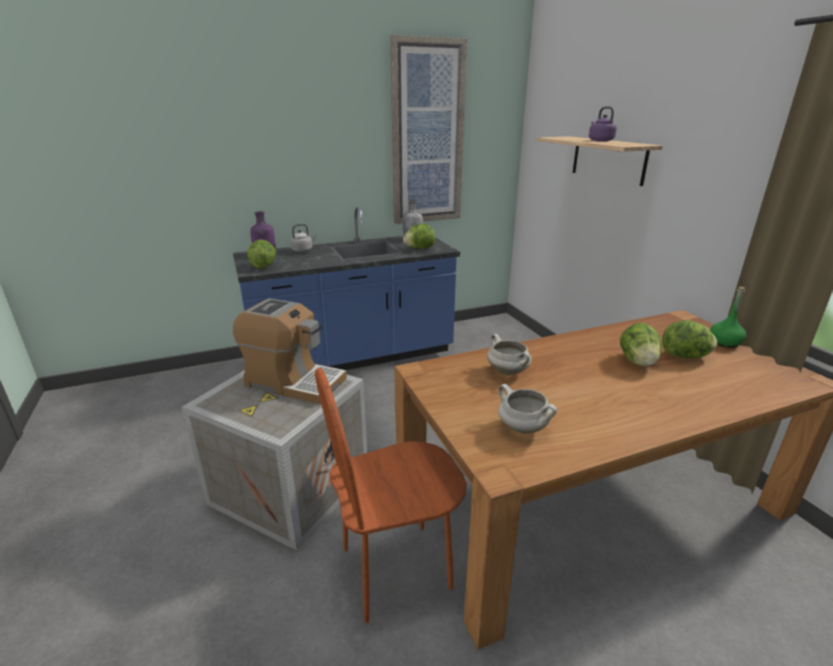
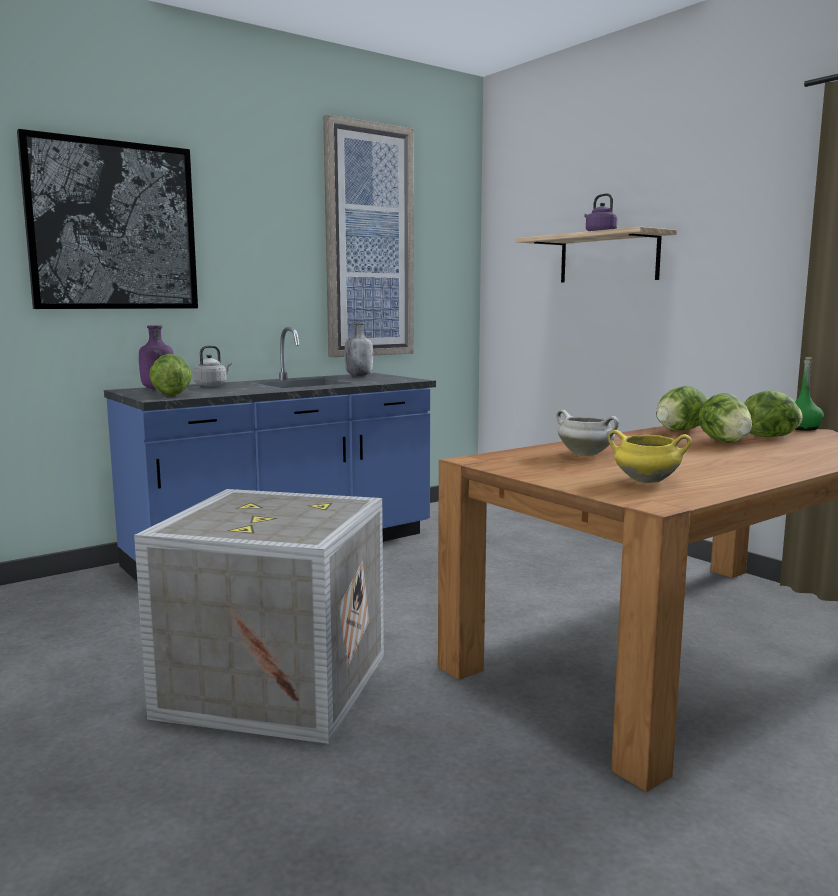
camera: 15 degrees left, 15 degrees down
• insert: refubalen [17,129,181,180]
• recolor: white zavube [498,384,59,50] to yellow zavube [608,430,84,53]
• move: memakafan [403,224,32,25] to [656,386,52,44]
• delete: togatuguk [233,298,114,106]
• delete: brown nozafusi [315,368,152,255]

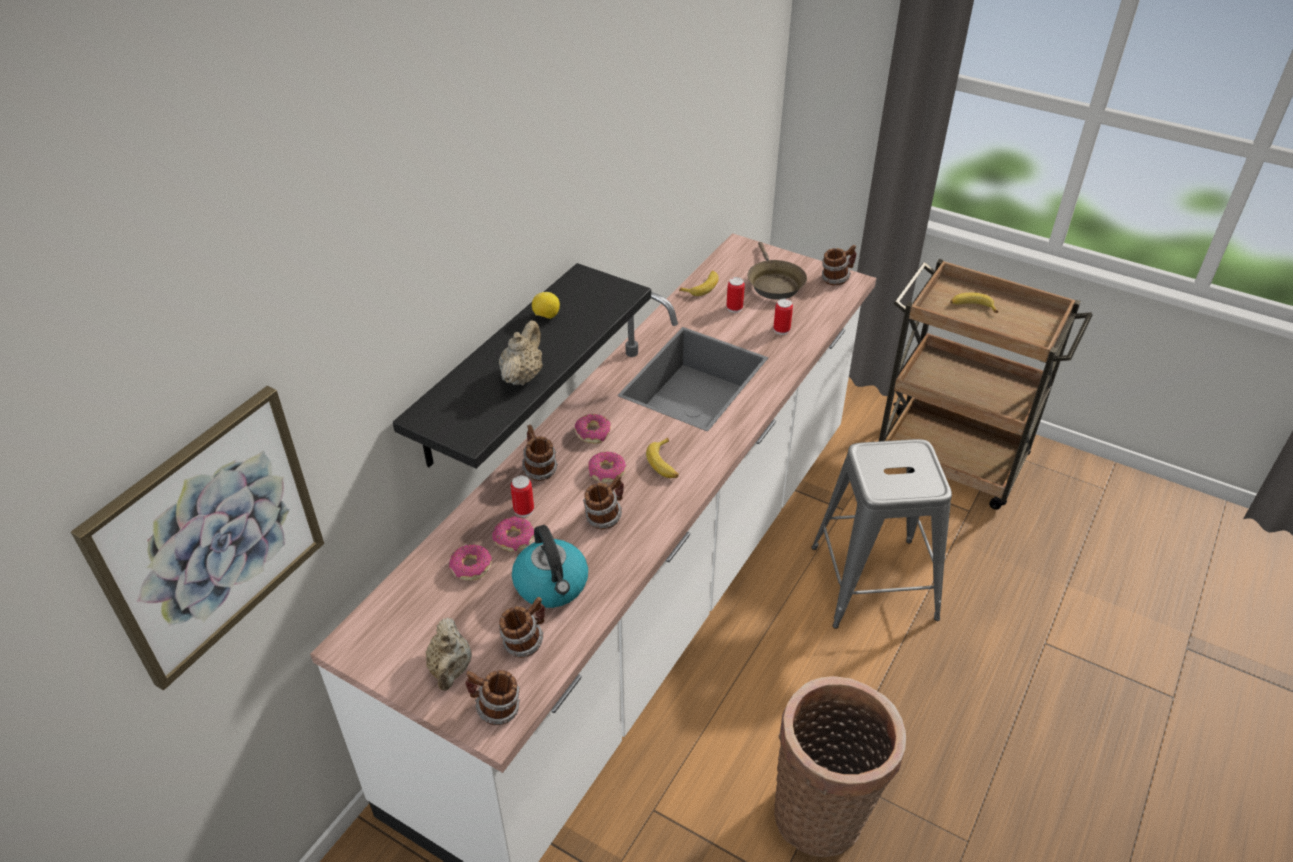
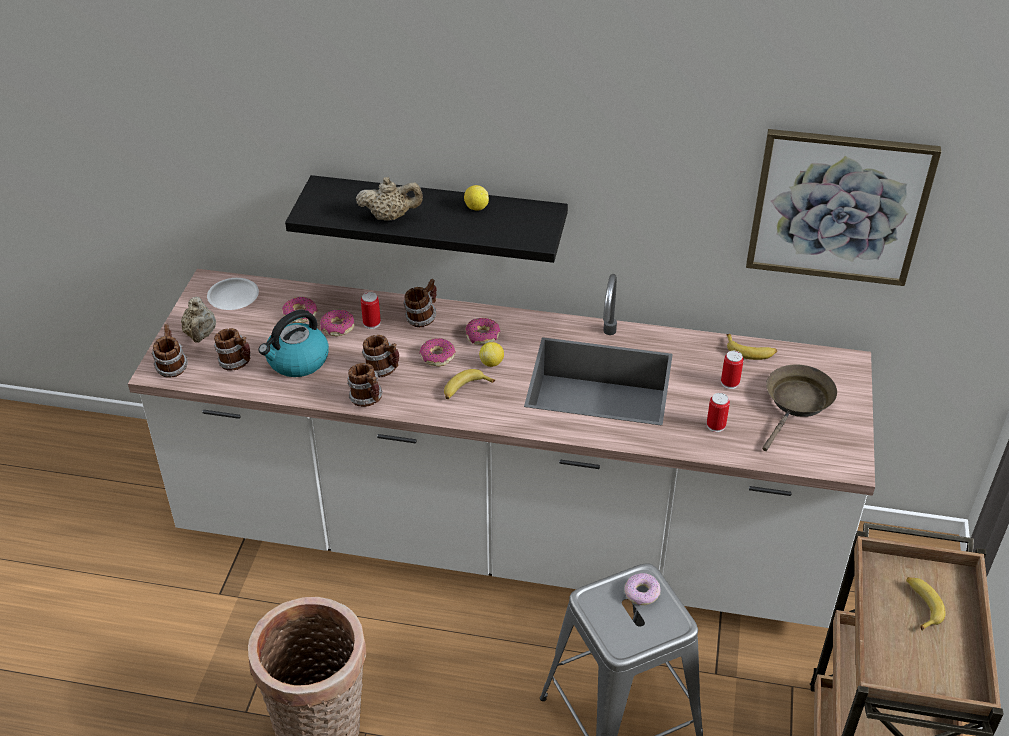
camera: 70 degrees right, 0 degrees up
• rotate: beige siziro [426,617,46,74] = [181,297,35,46] 75 degrees counterclockwise
• insert: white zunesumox [207,278,52,32]
• move: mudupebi [822,245,35,41] to [347,363,36,44]
• insert: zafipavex [479,342,25,25]
• insert: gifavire [625,573,36,32]
• move: refubalen [71,386,253,304] to [746,129,195,157]
• rotate: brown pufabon [747,242,60,58] = [762,364,75,87] 150 degrees clockwise

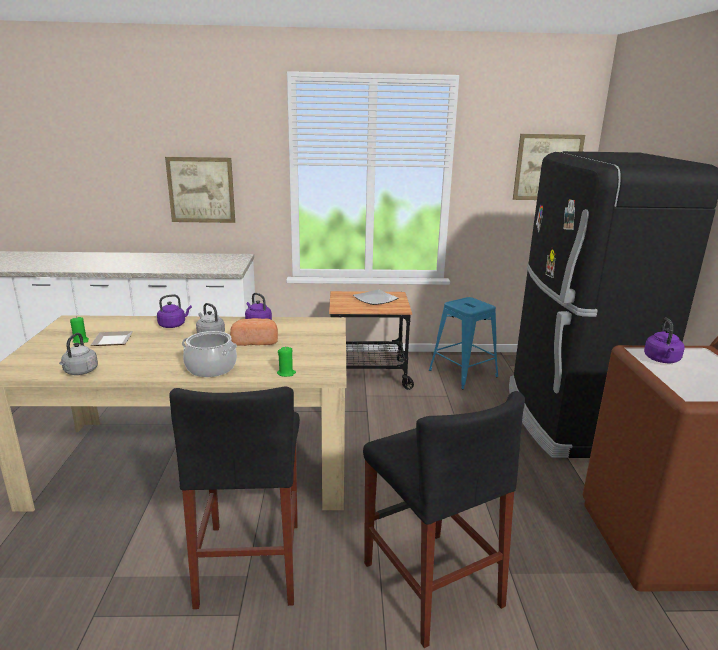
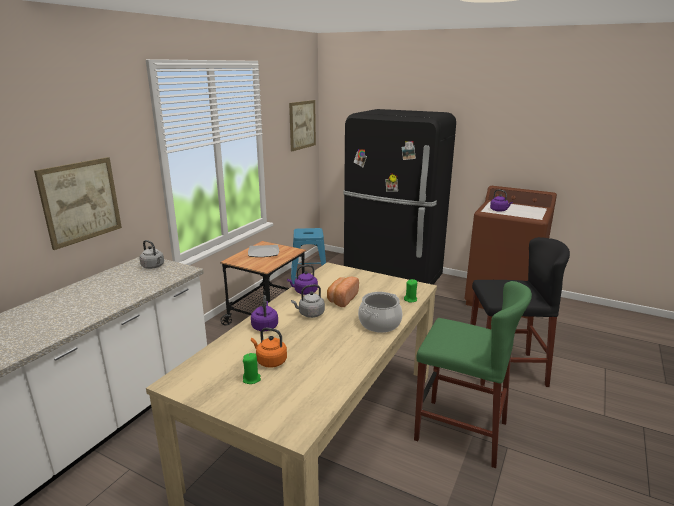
camera: 60 degrees left, 0 degrees up
• move: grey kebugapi [59,333,39,42] to [140,240,24,29]
• replace: zunesumox [91,331,42,15] to orange kebugapi [251,327,36,41]
• recolor: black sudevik [169,386,131,223] to green sudevik [414,281,118,187]

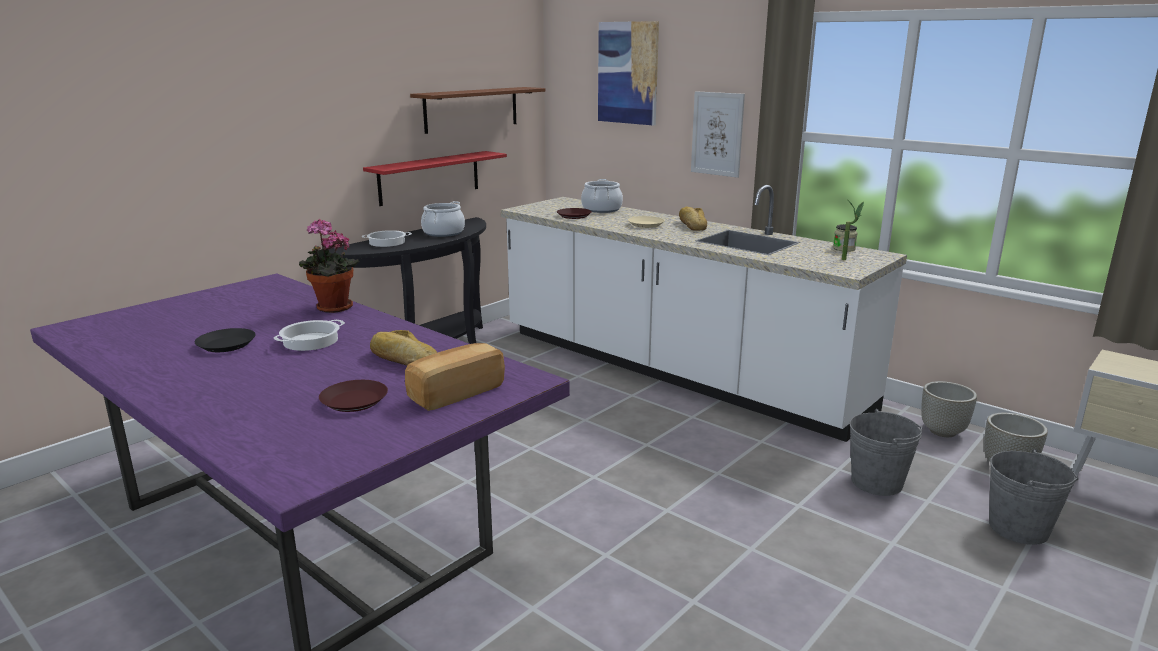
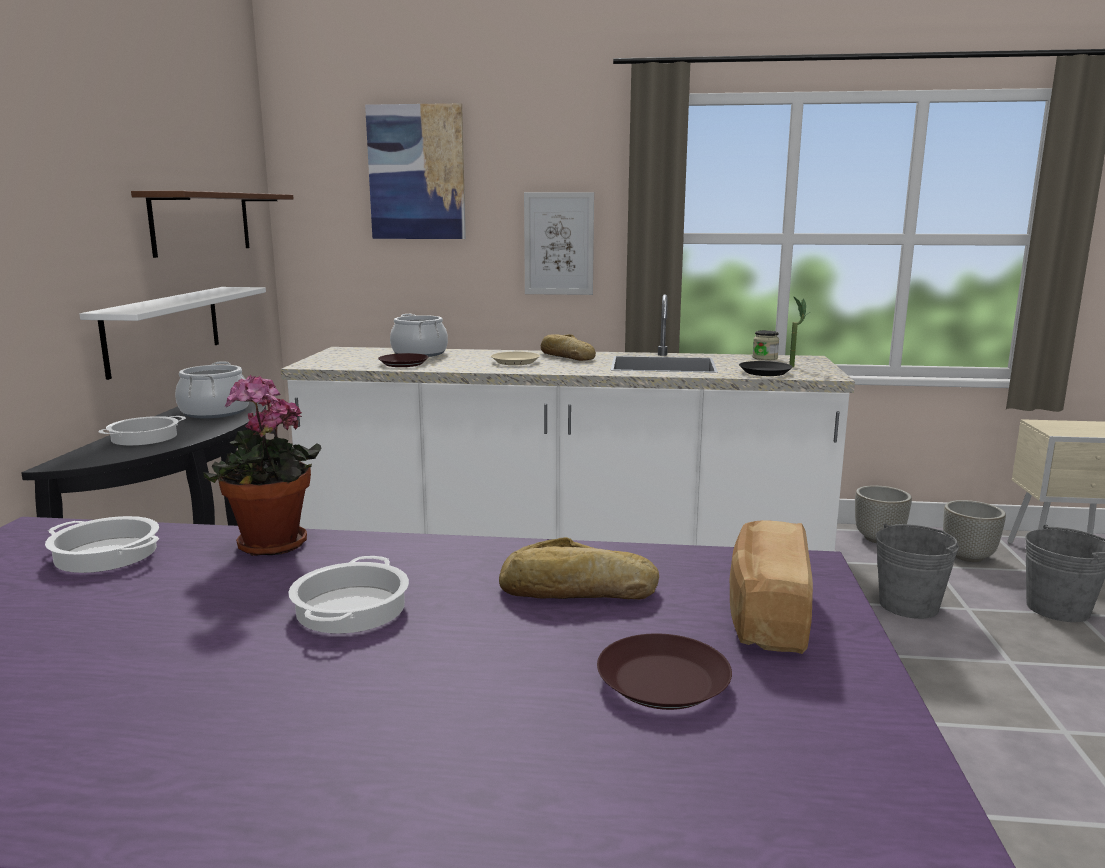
camera: 35 degrees left, 5 degrees down
• insert: zavube [45,516,115,57]
• recolor: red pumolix [363,151,144,55] to white pumolix [79,287,187,93]
• move: black zunesumox [195,328,61,24] to [739,361,54,15]

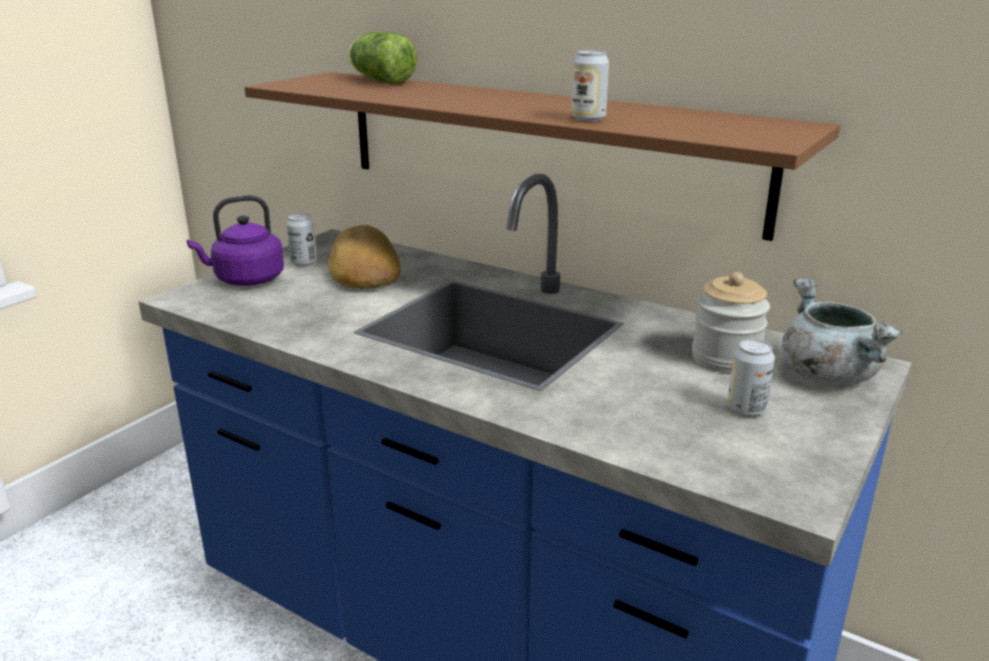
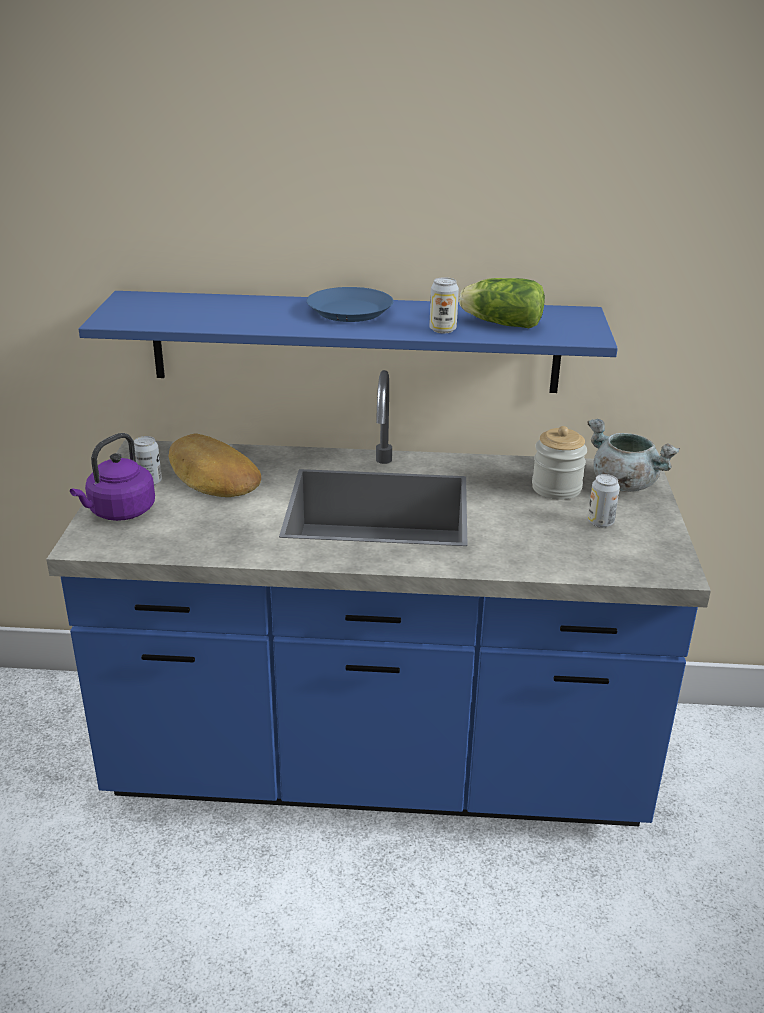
camera: 30 degrees left, 5 degrees up
• recolor: brown pumolix [244,72,596,169] to blue pumolix [79,291,539,102]
• insert: blue zunesumox [307,287,86,35]
• move: memakafan [348,32,69,52] to [459,278,86,50]

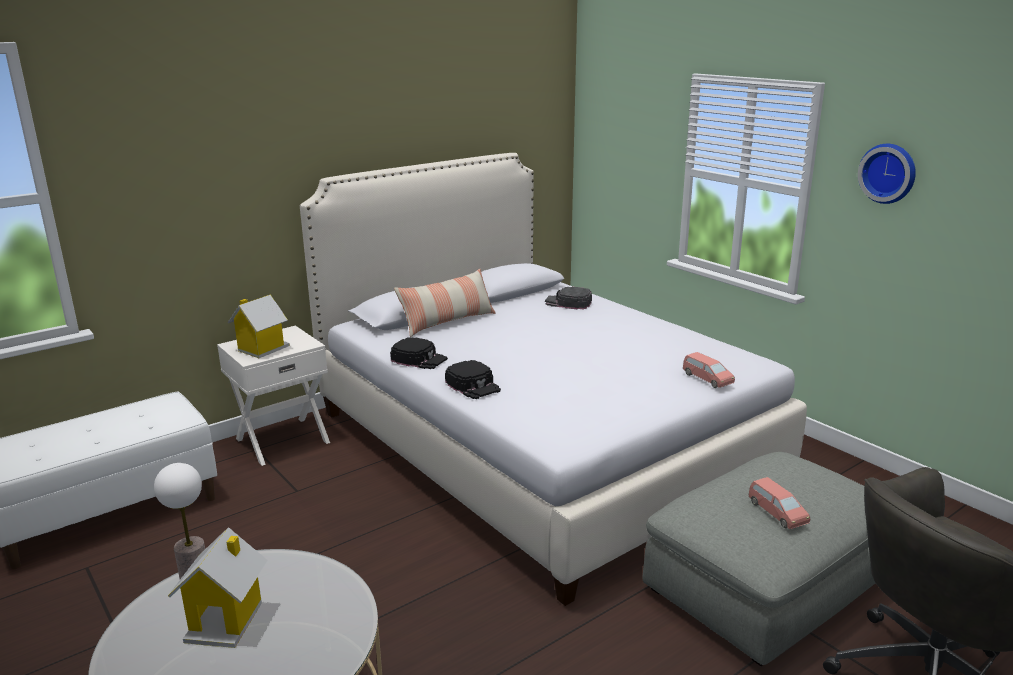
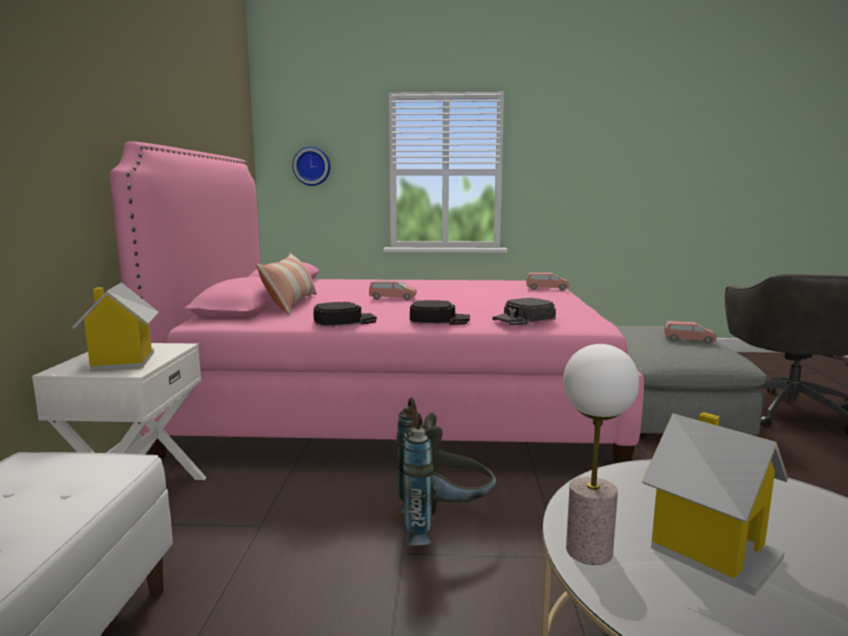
camera: 50 degrees left, 10 degrees down
• recolor: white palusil [300,153,507,453] to pink palusil [110,141,534,323]
• move: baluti [858,144,58,60] to [293,146,37,40]
• insert: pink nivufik [369,280,48,20]
• insert: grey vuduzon [397,397,99,149]
• move: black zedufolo [545,287,47,22] to [492,298,64,27]

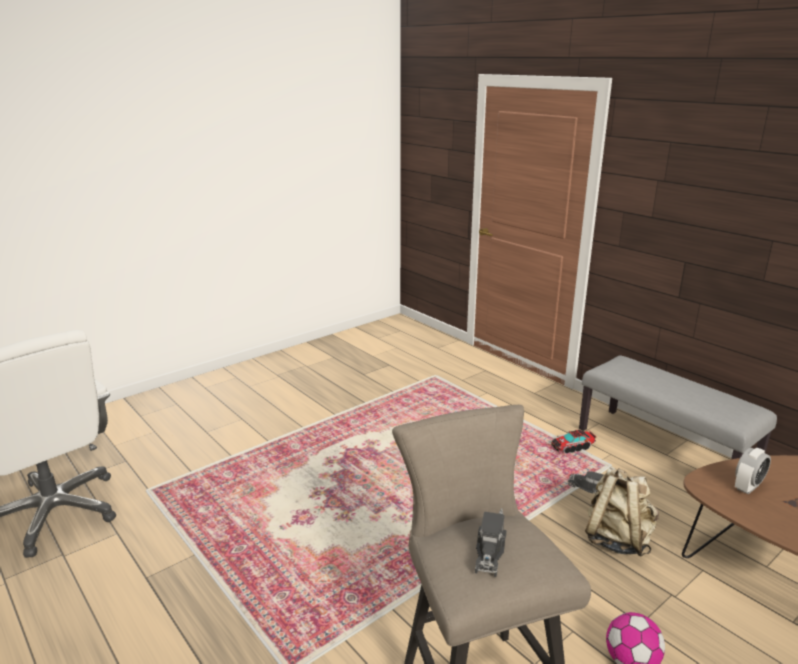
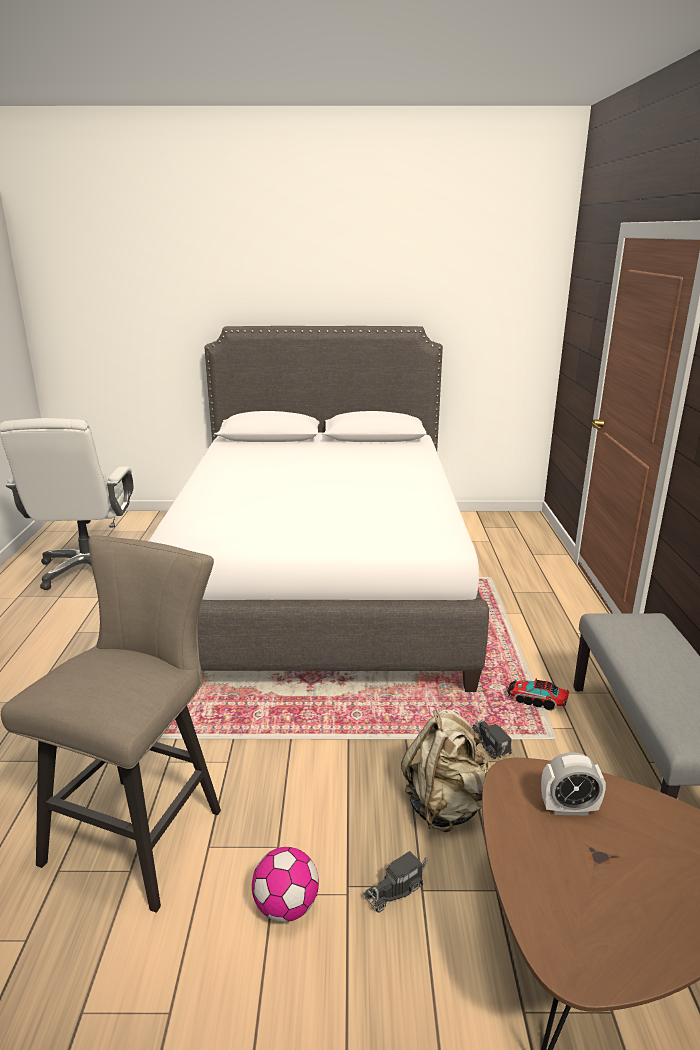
camera: 40 degrees right, 0 degrees up
• insert: white palusil [149,326,340,366]
• move: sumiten [475,508,31,69] to [364,851,63,61]

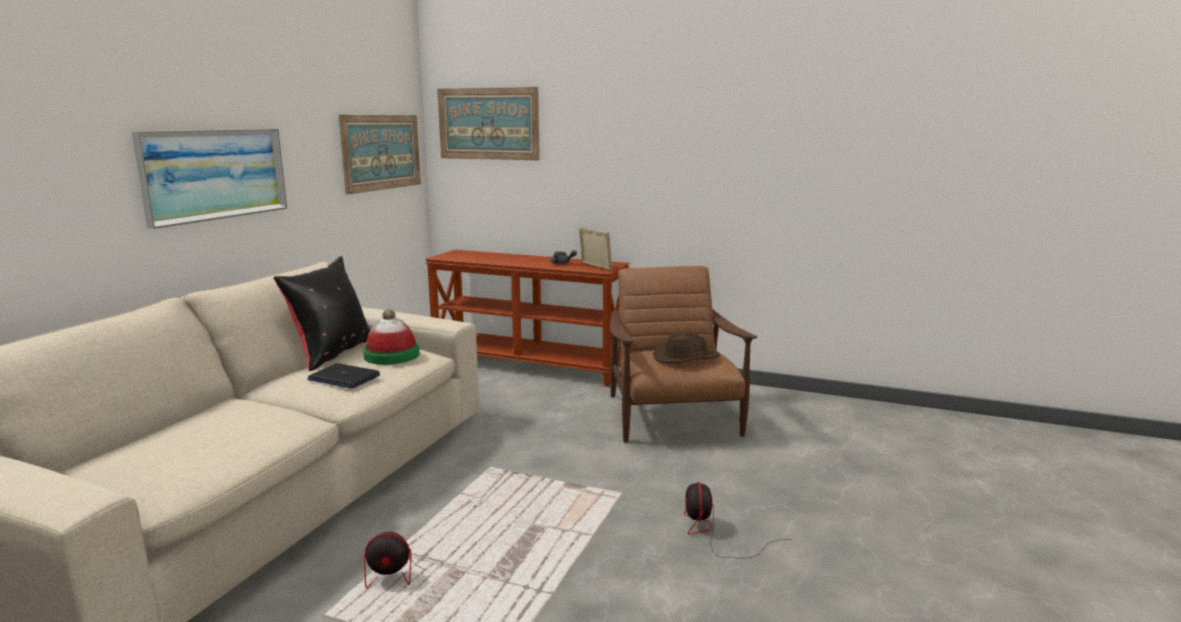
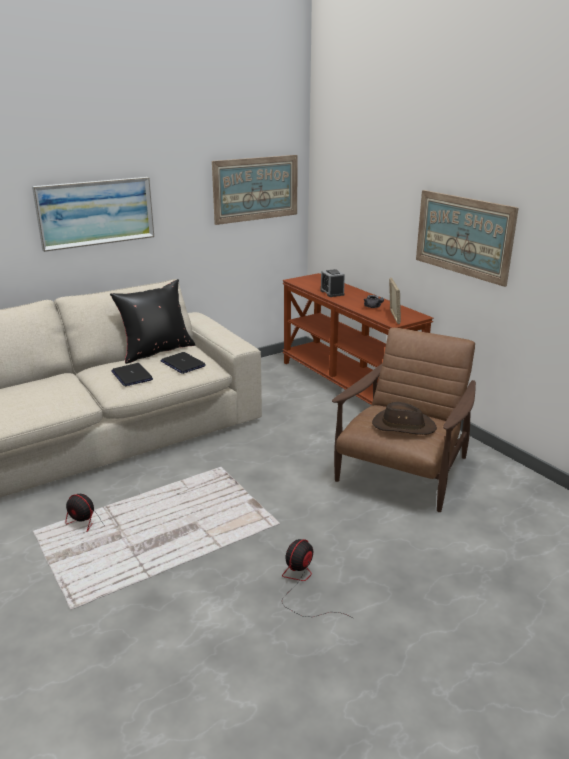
camera: 35 degrees right, 10 degrees up
• replace: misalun [363,309,57,56] to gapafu [161,352,45,22]
• insert: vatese [320,269,25,28]
• move: refubalen [437,87,103,73] to [416,190,103,97]

